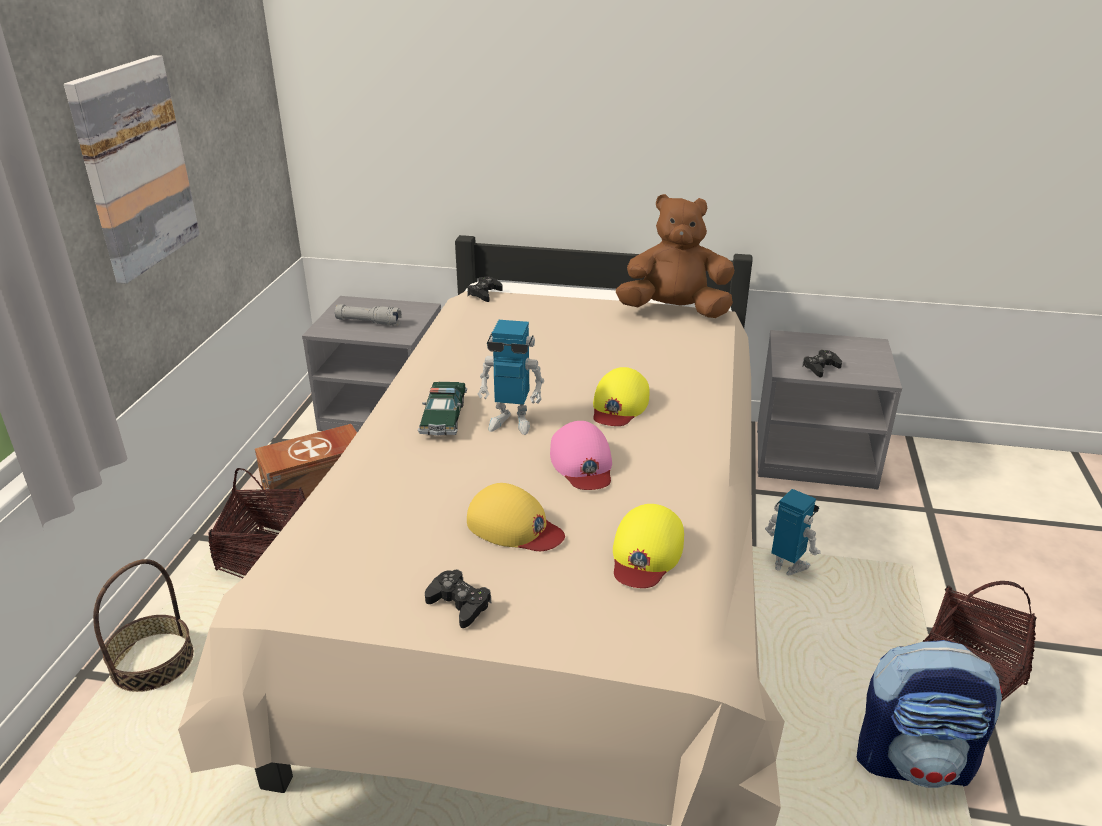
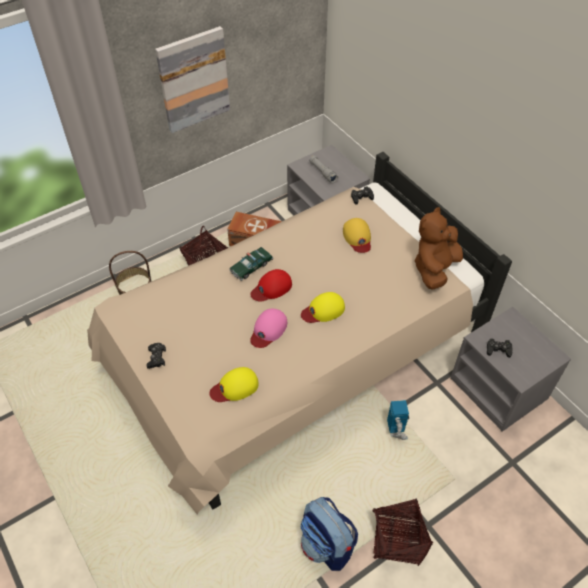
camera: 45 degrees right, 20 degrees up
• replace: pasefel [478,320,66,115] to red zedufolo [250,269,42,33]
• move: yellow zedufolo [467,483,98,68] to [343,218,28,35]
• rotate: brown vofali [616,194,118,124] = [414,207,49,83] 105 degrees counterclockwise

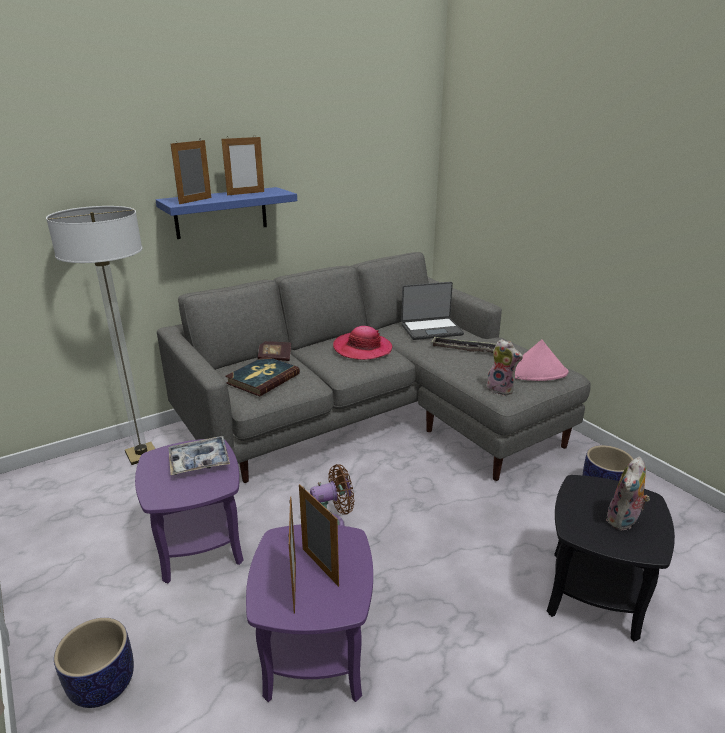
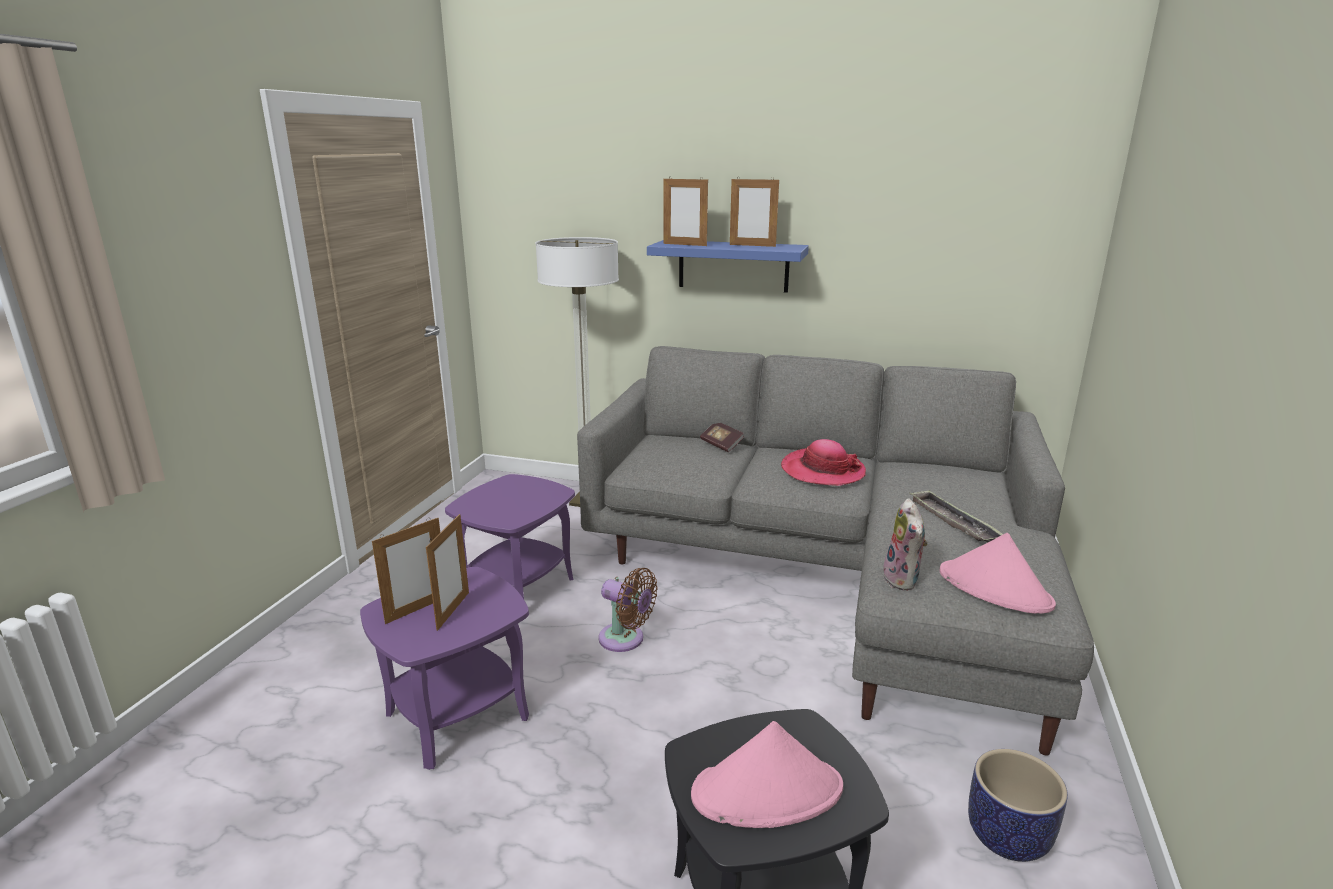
camera: 50 degrees right, 5 degrees down
• rotate: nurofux [171,140,40,64] = [663,176,45,70] 150 degrees counterclockwise
• replace: vofali [606,457,44,74] to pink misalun [691,721,152,107]
• delete: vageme [54,618,80,90]
• delete: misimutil [169,436,61,39]
• delete: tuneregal [225,356,75,41]
• delete: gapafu [401,282,63,58]

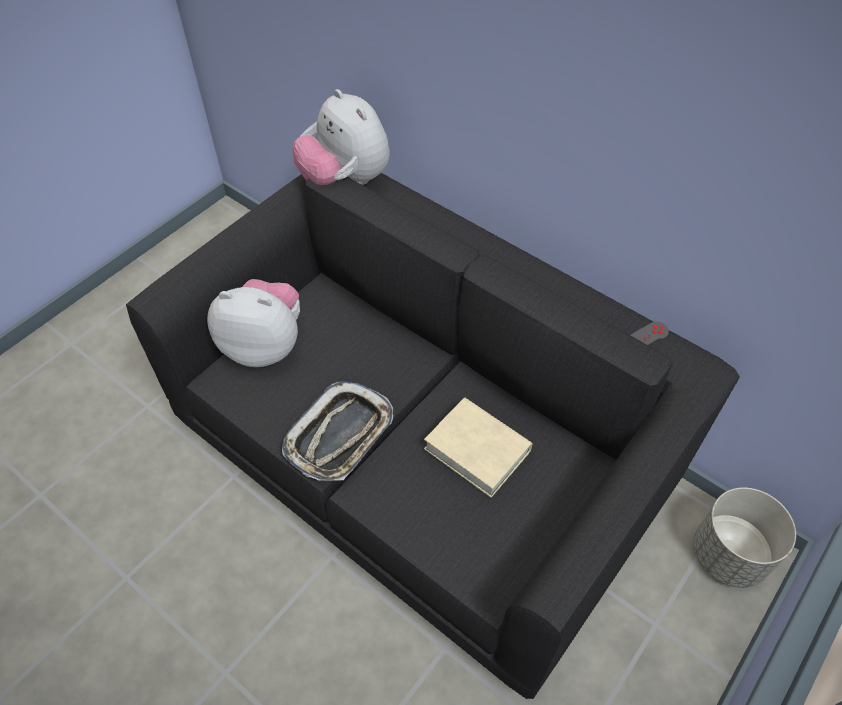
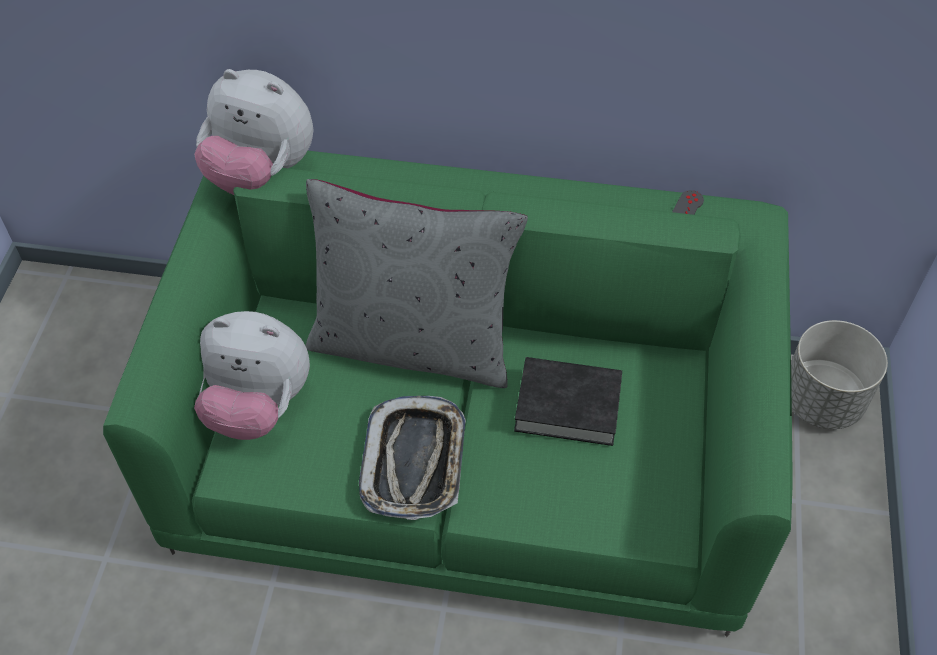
camera: 30 degrees left, 0 degrees up
• recolor: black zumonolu [126,173,614,526] to green zumonolu [103,151,690,486]
• rotate: vofali [207,279,93,88] = [194,311,116,129] 150 degrees counterclockwise
• insert: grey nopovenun [306,179,222,209]
• recolor: beige tuneregal [424,398,109,100] to black tuneregal [514,357,108,89]

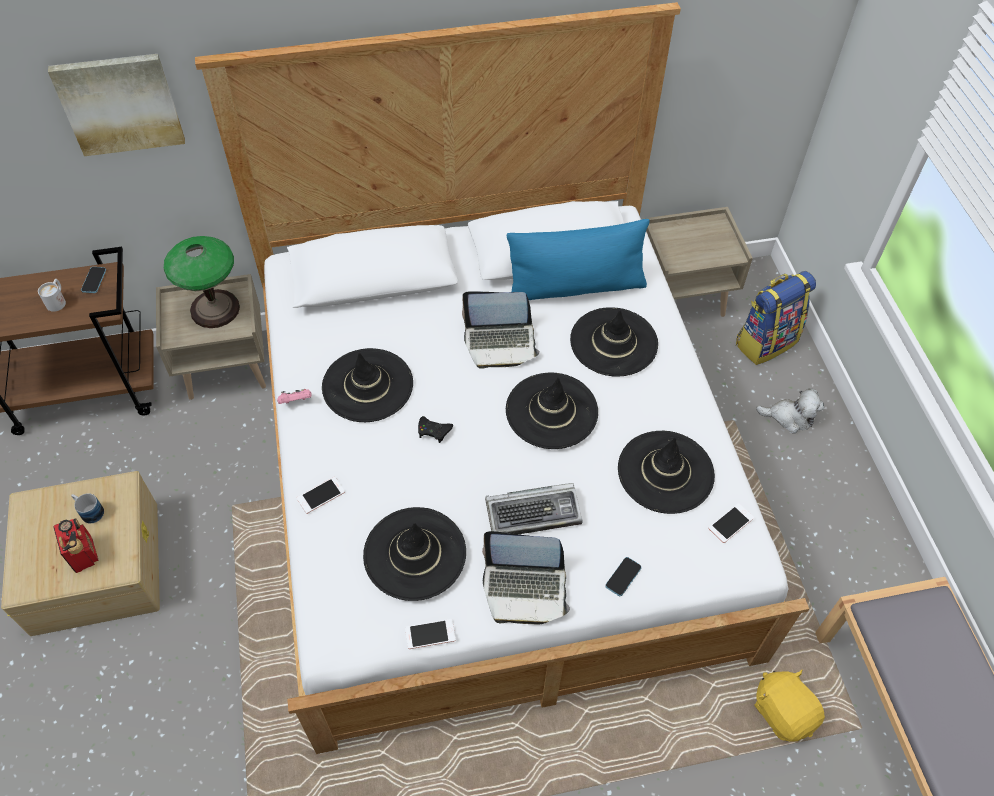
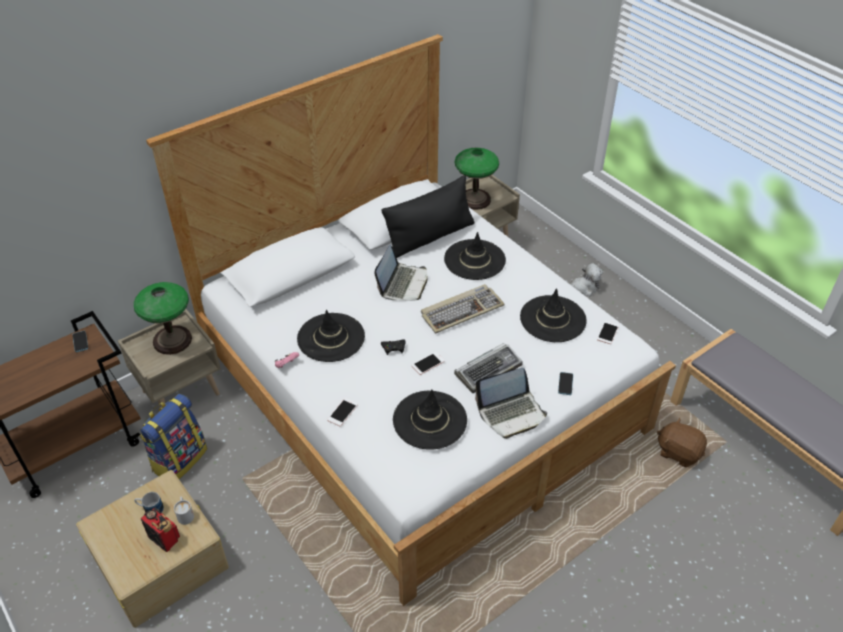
camera: 25 degrees left, 10 degrees down
• move: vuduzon [736,271,80,94] to [140,394,67,85]
• move: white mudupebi [38,279,28,33] to [174,497,20,28]
• rotate: gapafu [462,291,78,78] = [375,245,53,55] 45 degrees counterclockwise
• recolor: blue nopovenun [507,219,143,81] to black nopovenun [381,175,93,83]
• move: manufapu [405,619,51,30] to [412,352,33,23]
• replace: black misalun [506,372,92,77] to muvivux [421,284,84,50]
• insert: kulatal [455,148,44,62]
• recolor: yellow vofali [755,670,70,72] to brown vofali [657,417,50,50]
• delete: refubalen [48,54,137,102]

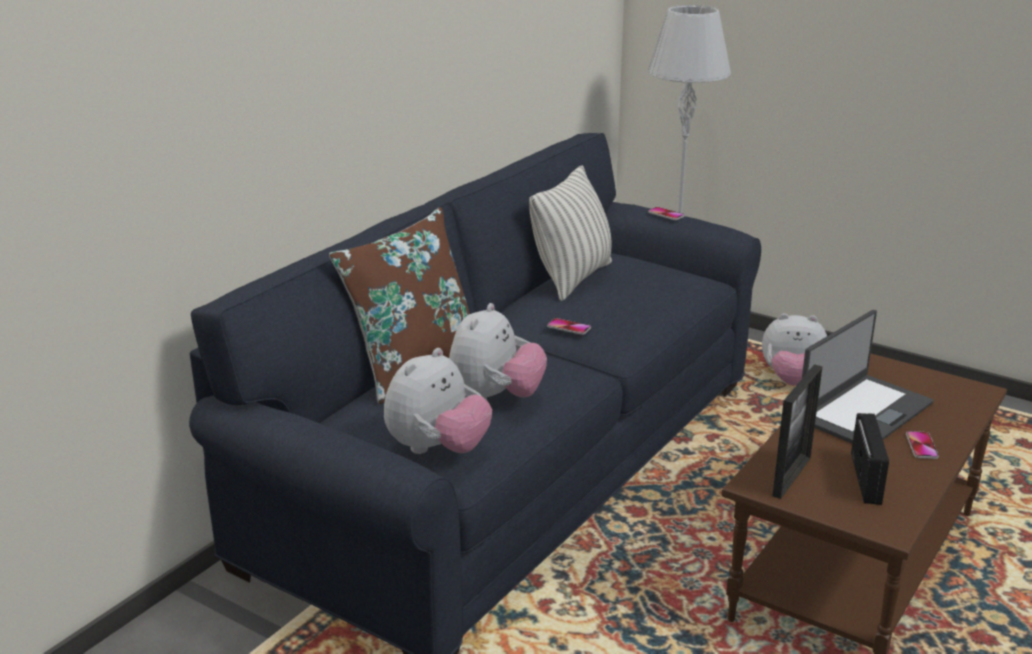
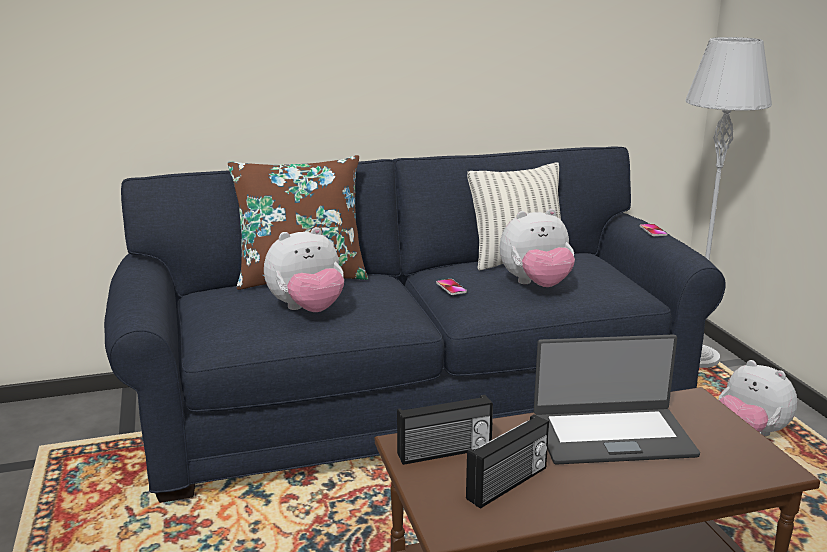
camera: 40 degrees right, 5 degrees down
• replace: nurofux [772,364,51,135] to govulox [397,395,96,70]
• move: vofali [384,348,108,106] to [500,209,75,78]
• delete: manufapu [906,431,33,28]

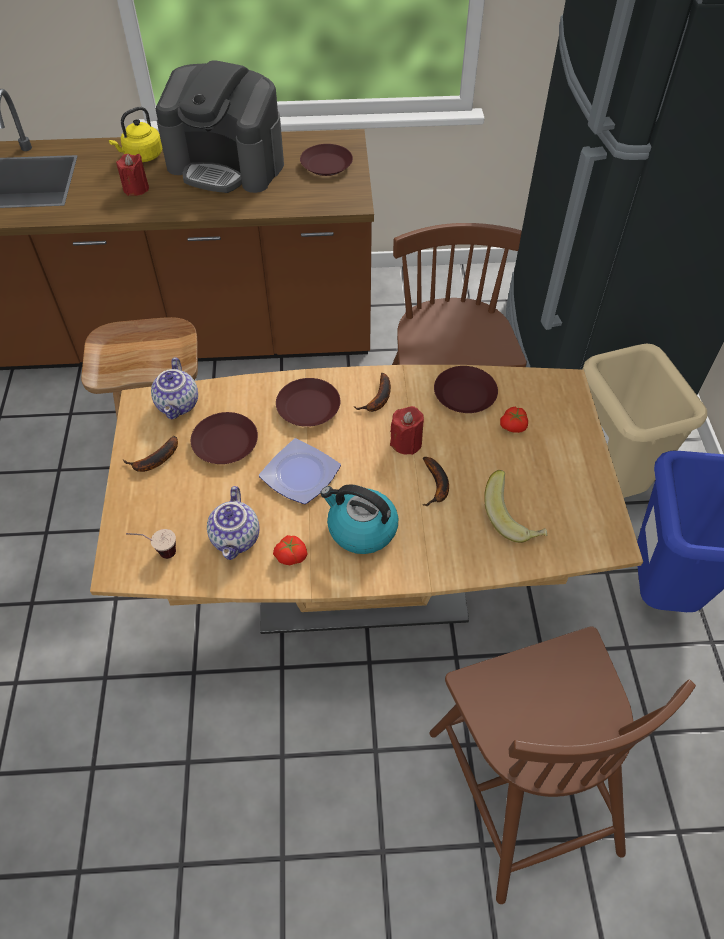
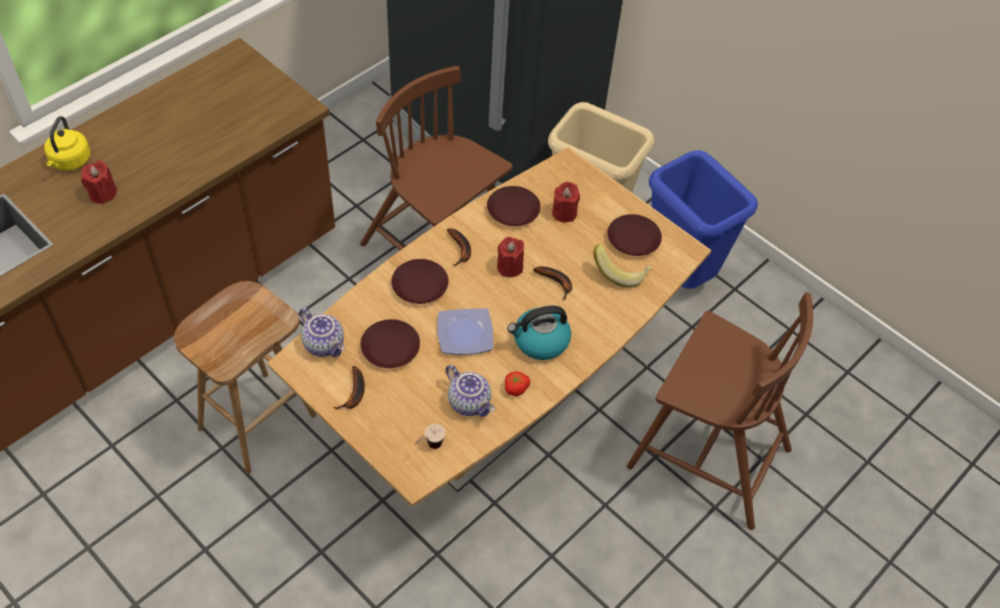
camera: 45 degrees left, 0 degrees up
• replace: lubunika [500,407,28,26] to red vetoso [552,182,28,40]
• move: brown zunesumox [300,144,53,32] to [607,214,55,42]
• delete: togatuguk [156,60,128,133]

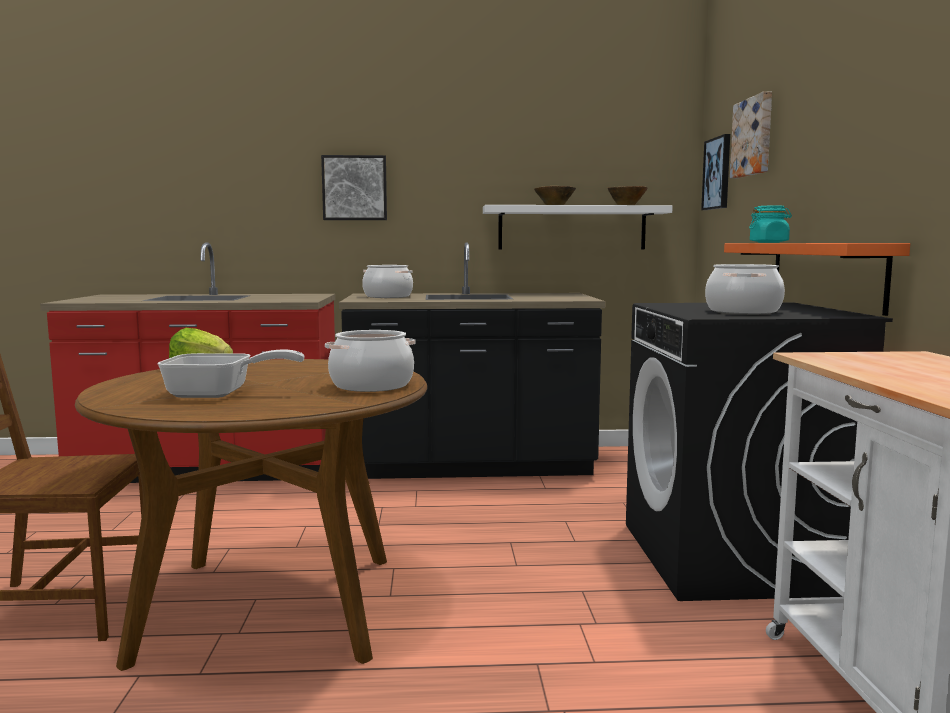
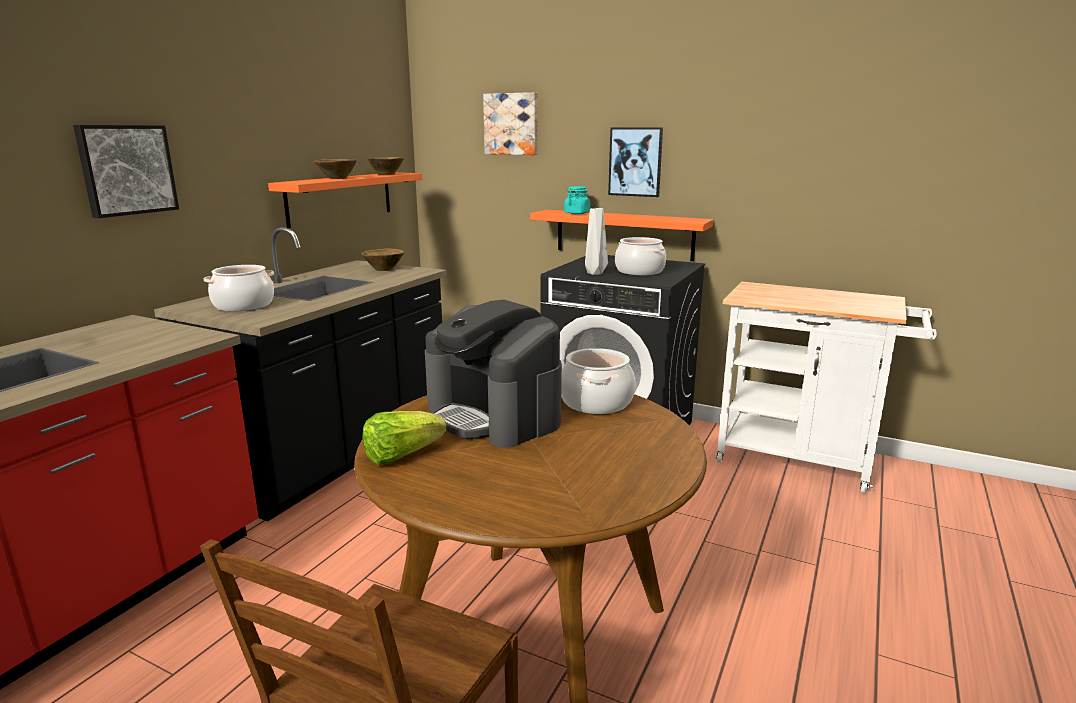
camera: 60 degrees left, 10 degrees up
• recolor: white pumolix [483,205,190,45] to orange pumolix [268,172,154,56]
• insert: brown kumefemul [362,248,42,23]
• insert: togatuguk [425,300,137,148]
• insert: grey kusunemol [585,208,23,67]
• move: refubalen [701,134,29,76] to [608,127,55,70]
• delete: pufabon [157,350,148,48]

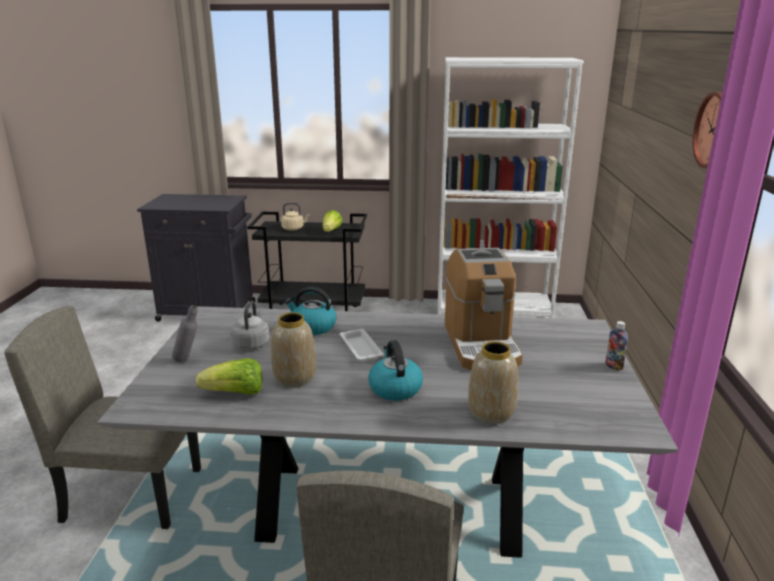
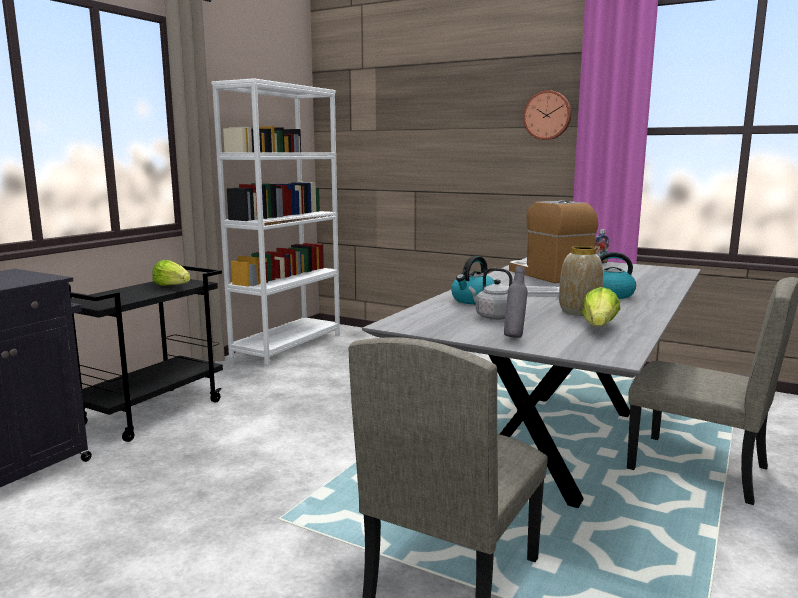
camera: 65 degrees left, 10 degrees down
• rotate: togatuguk [445,248,78,122] = [509,200,89,83] 135 degrees counterclockwise
• delete: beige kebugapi [281,203,29,28]
• delete: kusunemol [468,341,50,83]

